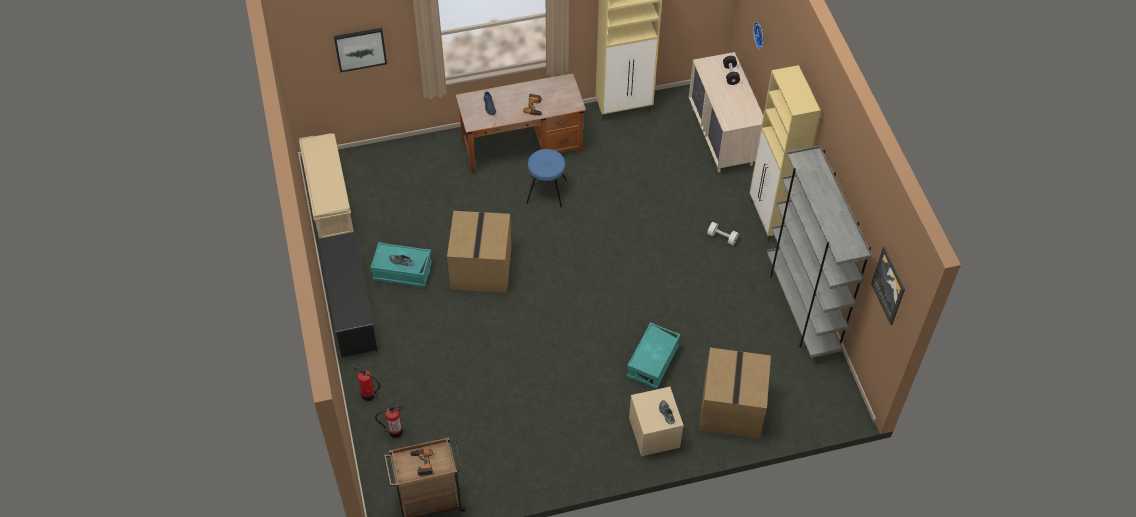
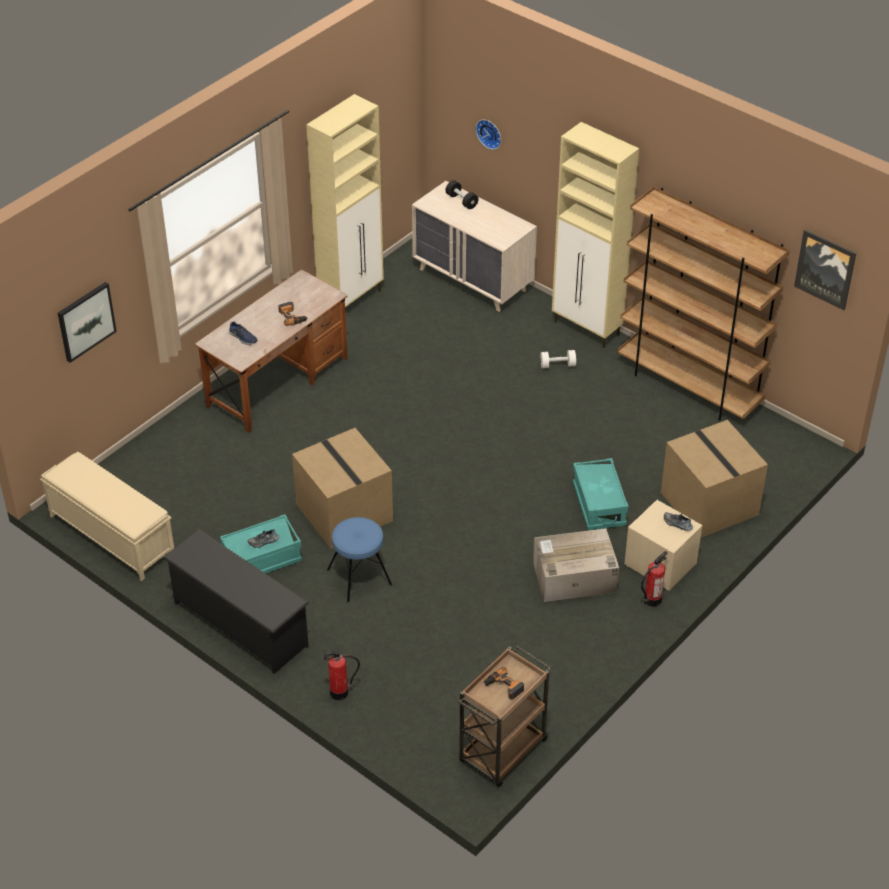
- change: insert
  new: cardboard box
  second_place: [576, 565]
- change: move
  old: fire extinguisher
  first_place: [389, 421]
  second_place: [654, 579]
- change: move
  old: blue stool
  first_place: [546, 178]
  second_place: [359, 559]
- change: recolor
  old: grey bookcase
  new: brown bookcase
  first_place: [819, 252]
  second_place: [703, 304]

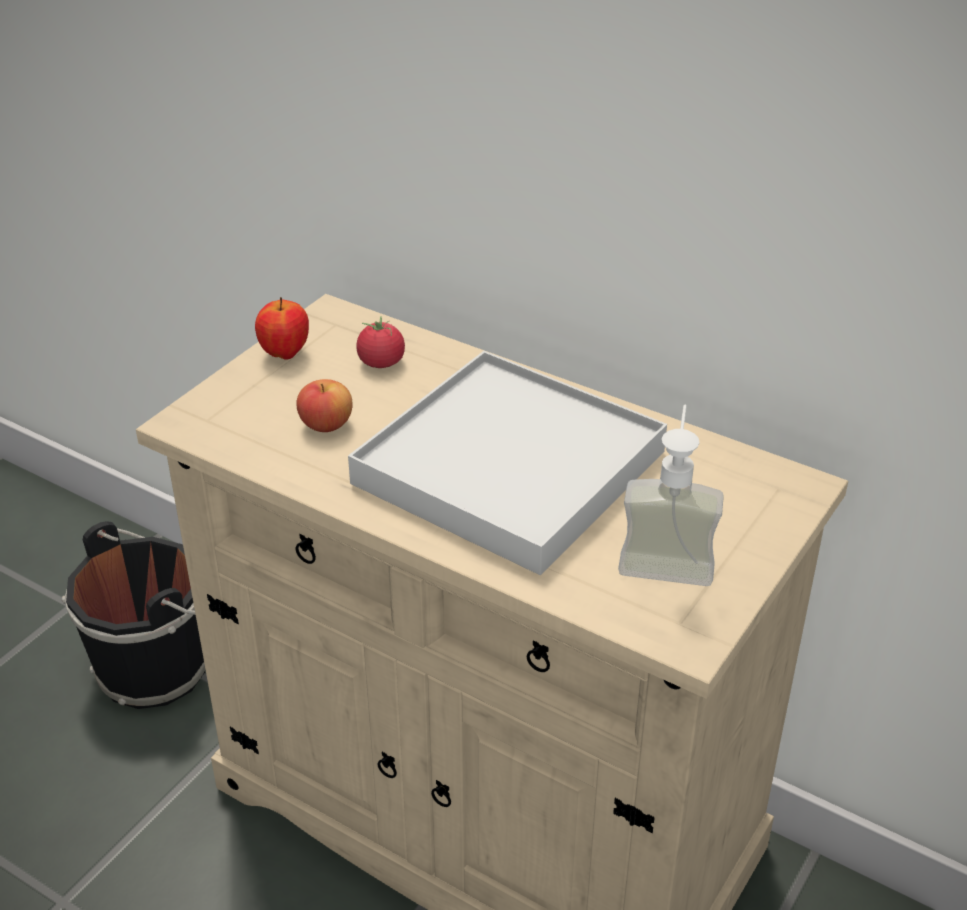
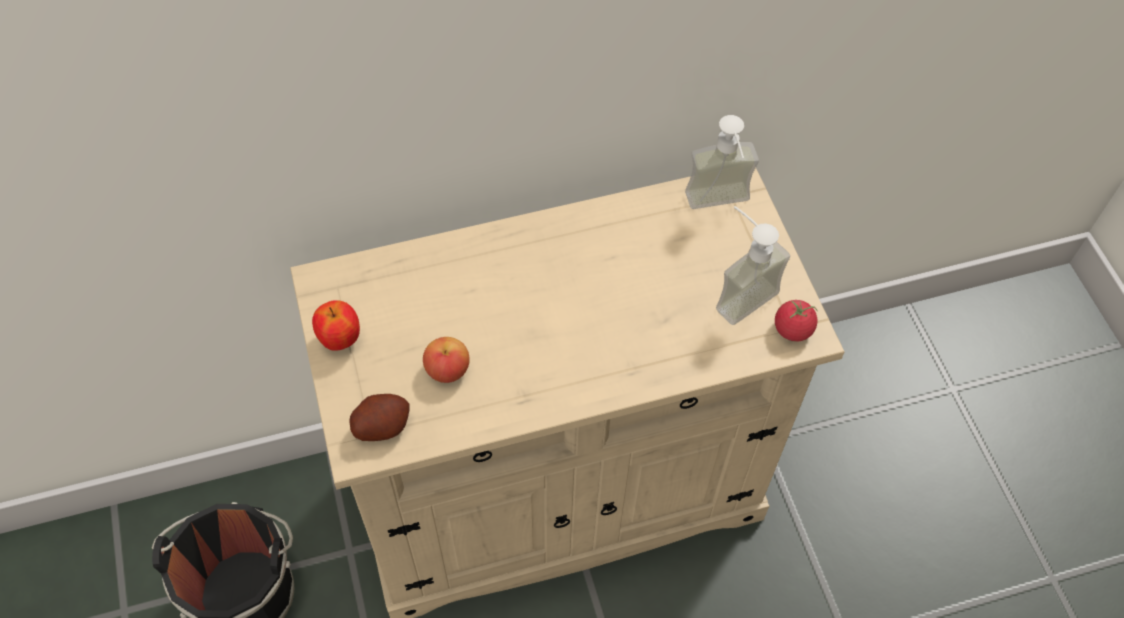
- change: delete
  old: white tray
  first_place: [507, 463]
- change: insert
  new: potato
  second_place: [379, 417]
- change: insert
  new: soap dispenser
  second_place: [722, 162]
- change: move
  old: tomato
  first_place: [380, 342]
  second_place: [796, 321]

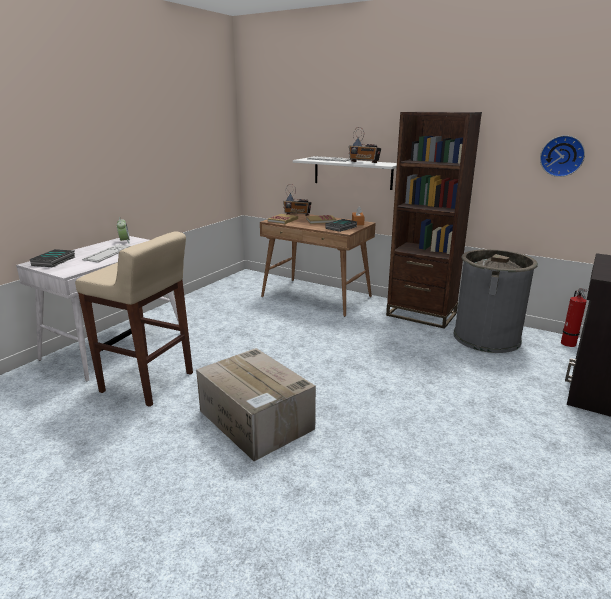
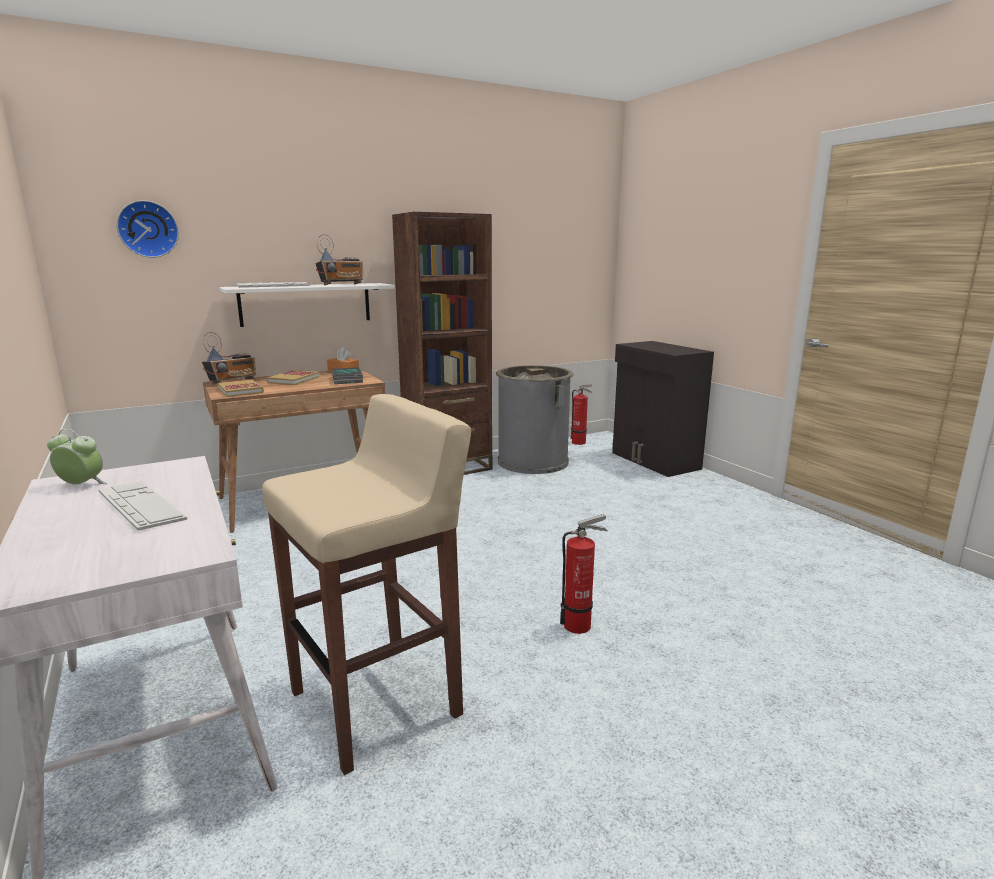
- change: delete
  old: book
  first_place: [52, 258]
- change: move
  old: wall clock
  first_place: [562, 156]
  second_place: [147, 229]
- change: replace
  old: cardboard box
  new: fire extinguisher
  first_place: [256, 404]
  second_place: [584, 574]

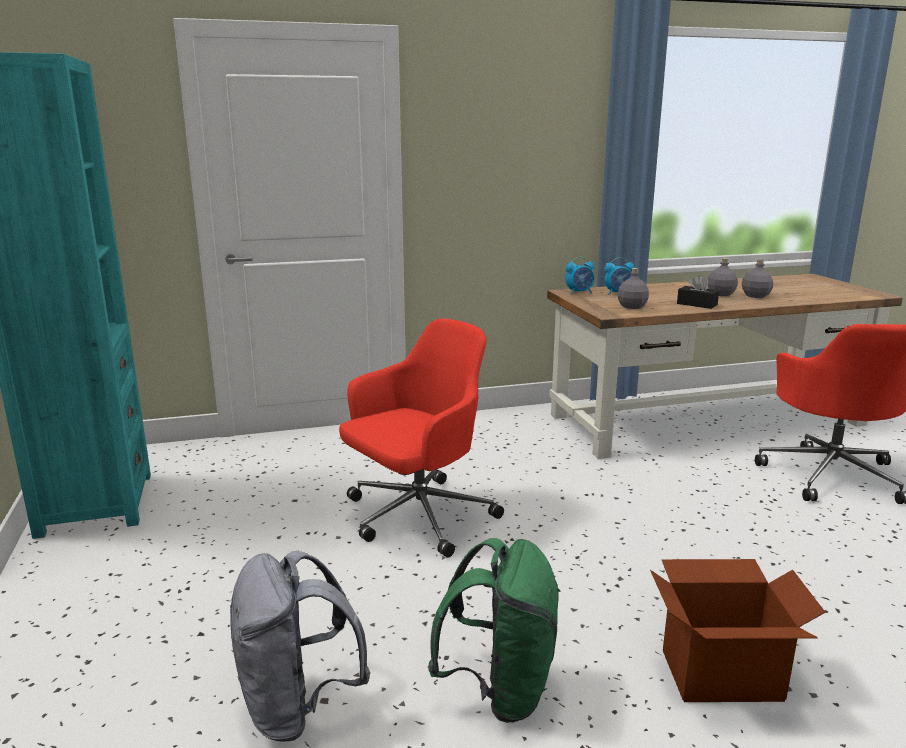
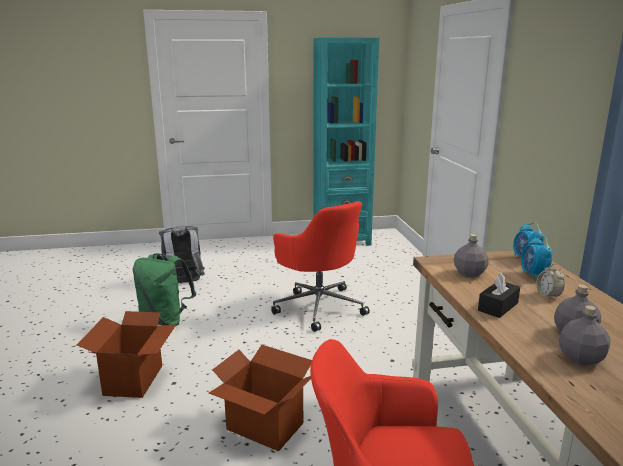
- change: insert
  new: cardboard box
  second_place: [260, 398]
- change: insert
  new: alarm clock
  second_place: [550, 281]

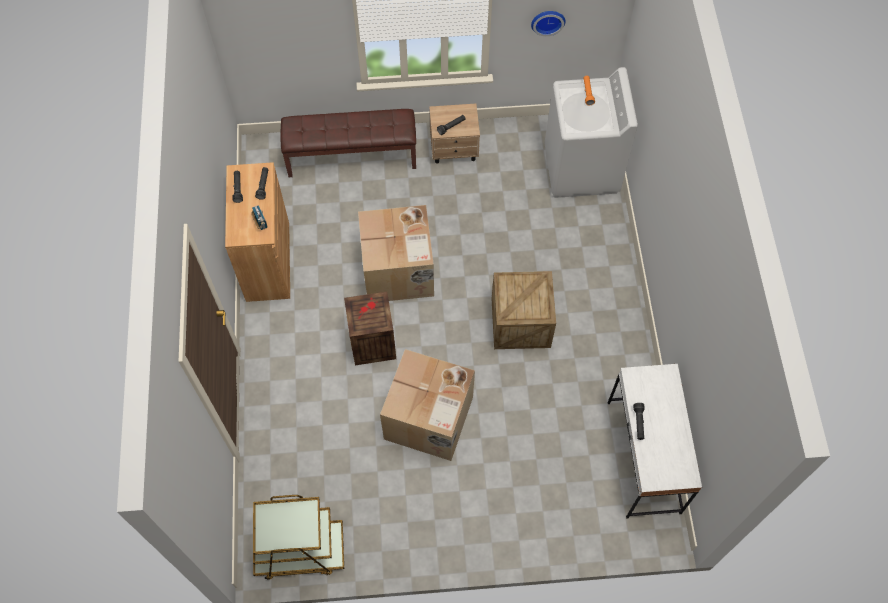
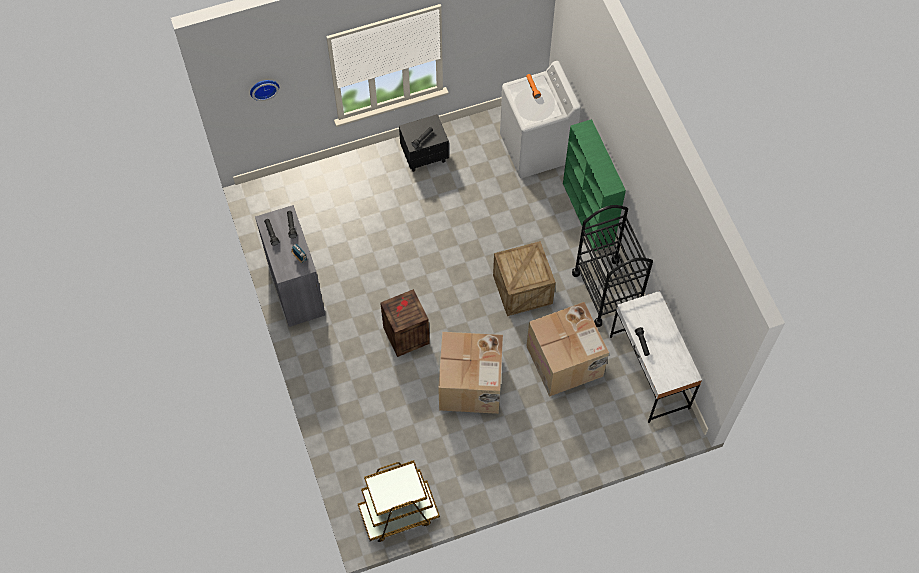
- change: delete
  old: brown bench
  first_place: [348, 143]
- change: insert
  new: green bookcase
  second_place: [594, 185]
- change: insert
  new: black cart
  second_place: [612, 266]
- change: move
  old: cardboard box
  first_place: [396, 253]
  second_place: [567, 349]
- change: move
  old: wall clock
  first_place: [548, 23]
  second_place: [264, 90]
- change: recolor
  old: brown cabinet
  new: grey cabinet
  first_place: [257, 232]
  second_place: [290, 266]
- change: recolor
  old: beige nightstand
  new: black nightstand
  first_place: [454, 134]
  second_place: [424, 143]

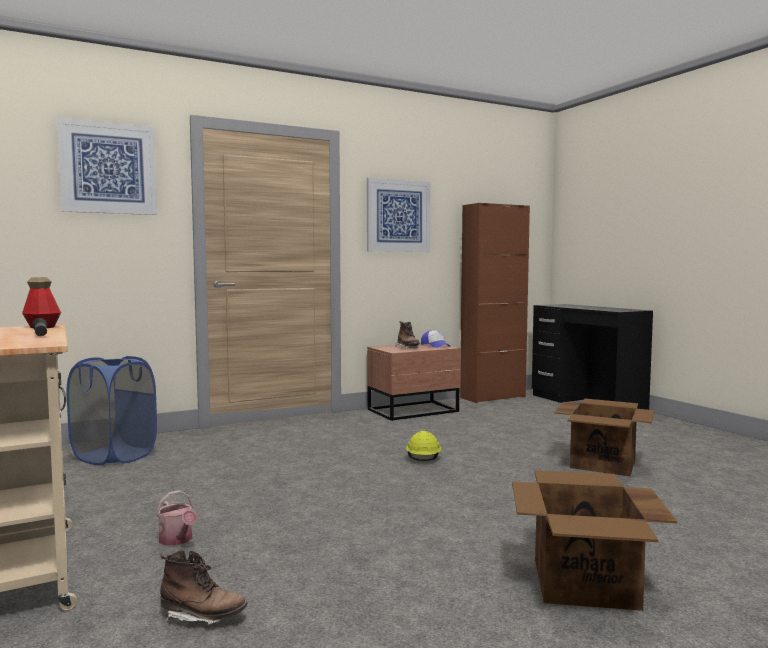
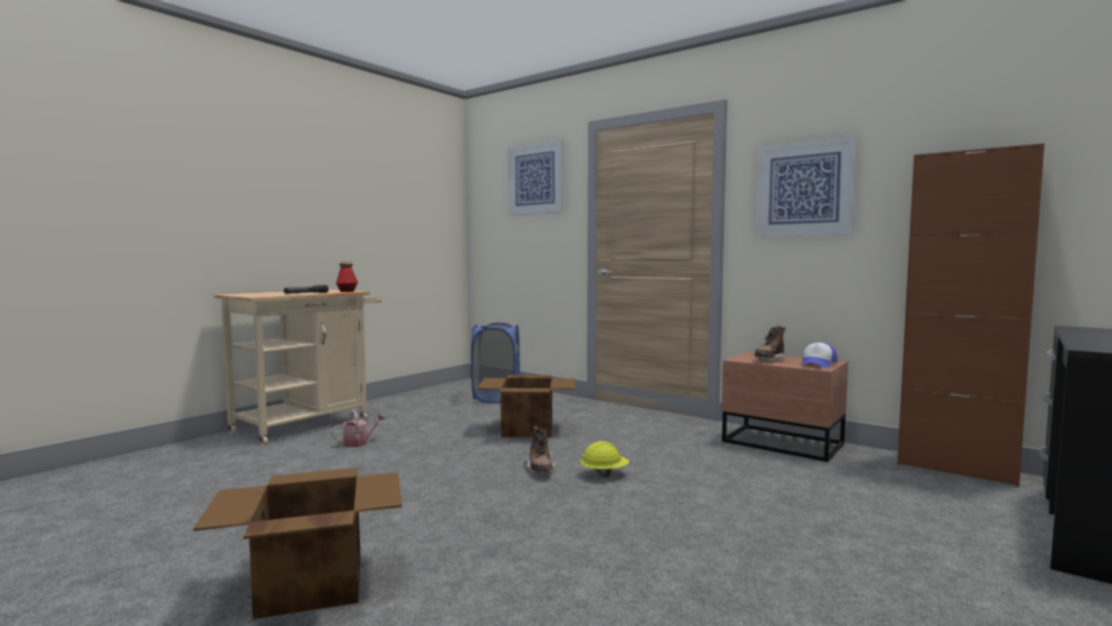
- change: move
  old: brown boot
  first_place: [204, 587]
  second_place: [540, 450]
- change: move
  old: cardboard box
  first_place: [604, 437]
  second_place: [526, 406]
- change: rotate
  old: watering can
  first_place: [177, 518]
  second_place: [358, 428]
  degrees: -150

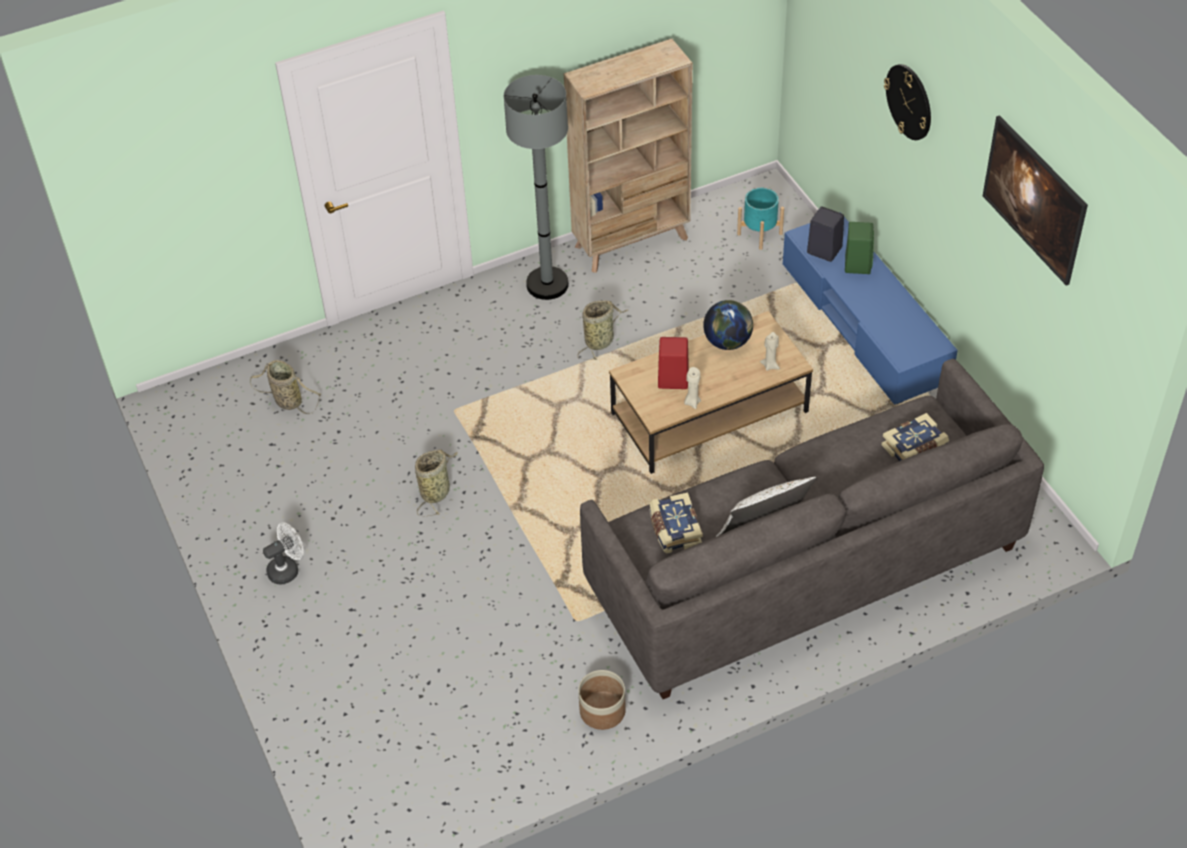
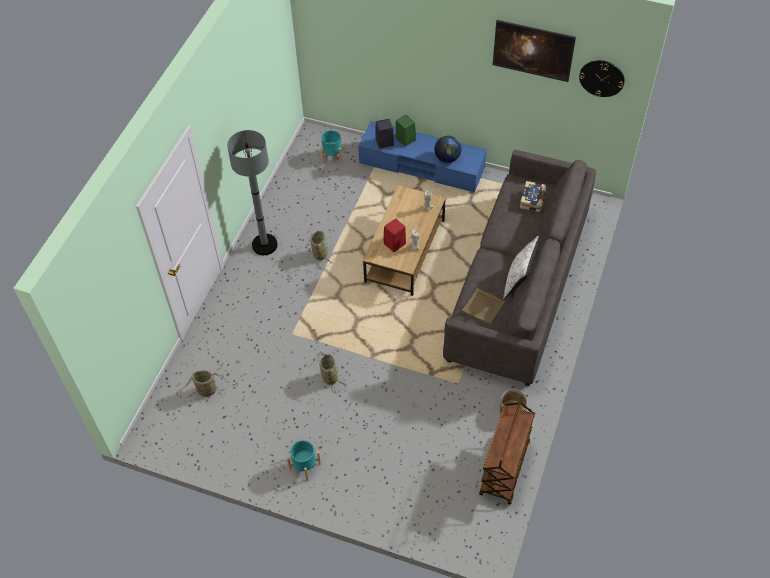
- change: delete
  old: beige bookcase
  first_place: [628, 155]
- change: insert
  new: brown cart
  second_place: [507, 451]
- change: move
  old: globe
  first_place: [728, 325]
  second_place: [448, 149]
- change: move
  old: wall clock
  first_place: [907, 102]
  second_place: [602, 78]
- change: replace
  old: white fan
  new: turquoise planter
  first_place: [283, 553]
  second_place: [304, 460]
- change: replace
  old: book
  new: beige tray
  first_place: [676, 523]
  second_place: [484, 306]

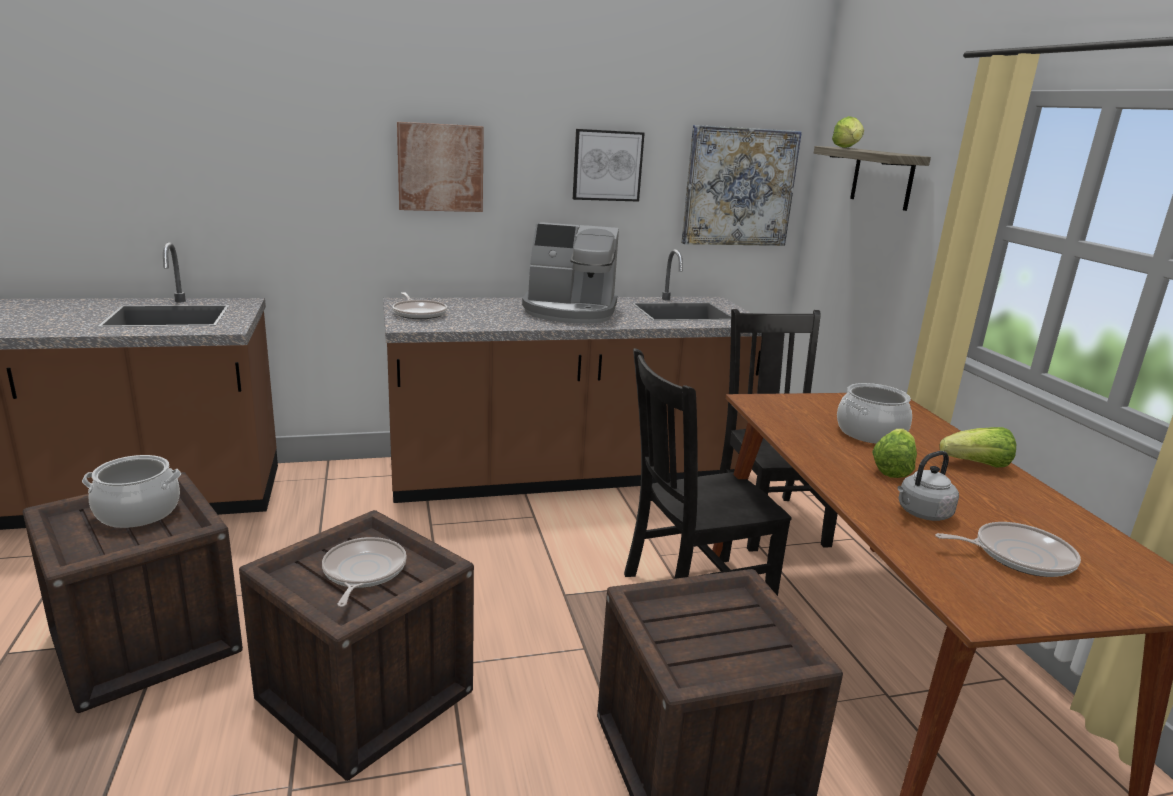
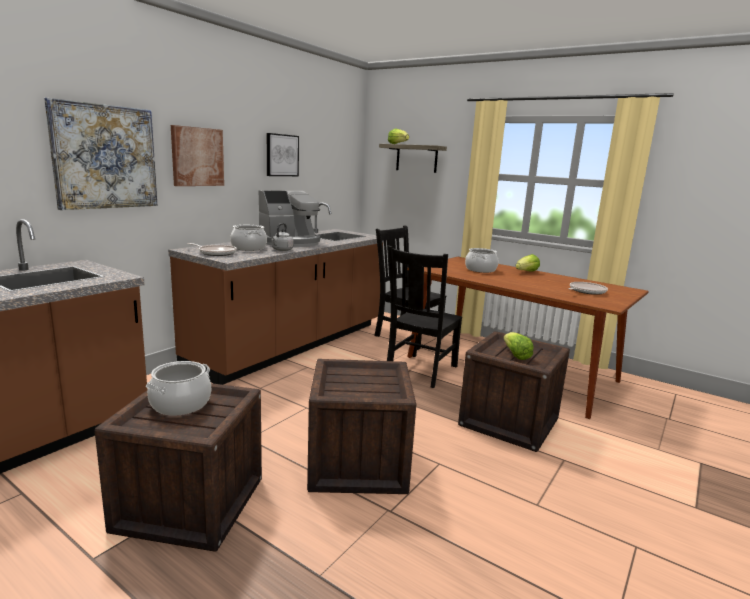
- change: delete
  old: frying pan
  first_place: [364, 572]
- change: insert
  new: cooking pot
  second_place: [248, 238]
- change: move
  old: picture
  first_place: [741, 185]
  second_place: [100, 154]
- change: move
  old: lettuce
  first_place: [894, 453]
  second_place: [519, 346]
- change: move
  old: grey kettle
  first_place: [928, 486]
  second_place: [282, 237]

